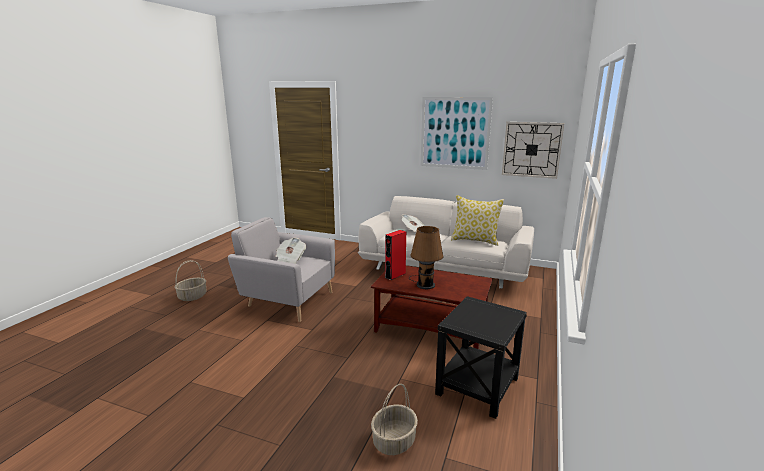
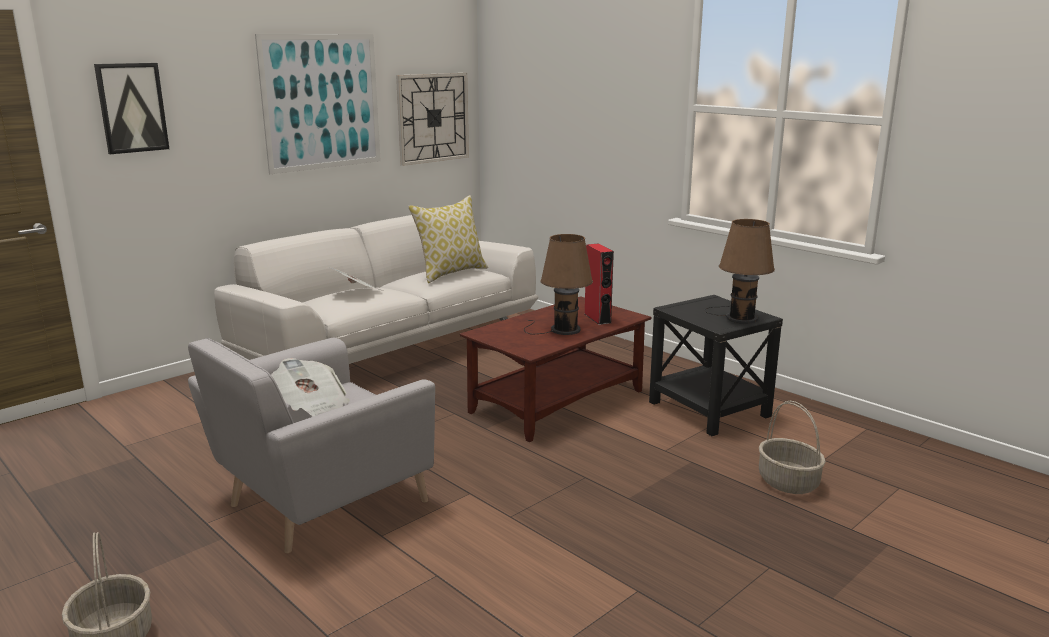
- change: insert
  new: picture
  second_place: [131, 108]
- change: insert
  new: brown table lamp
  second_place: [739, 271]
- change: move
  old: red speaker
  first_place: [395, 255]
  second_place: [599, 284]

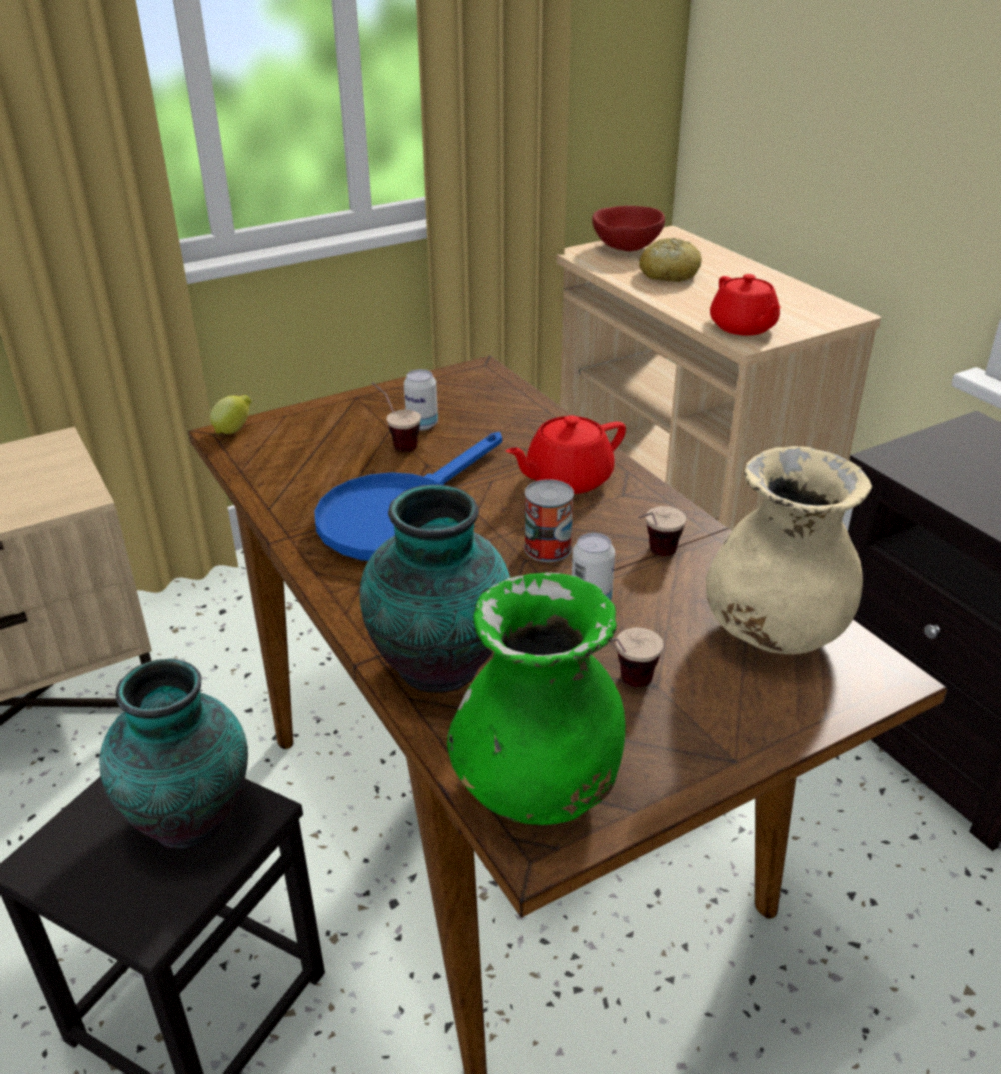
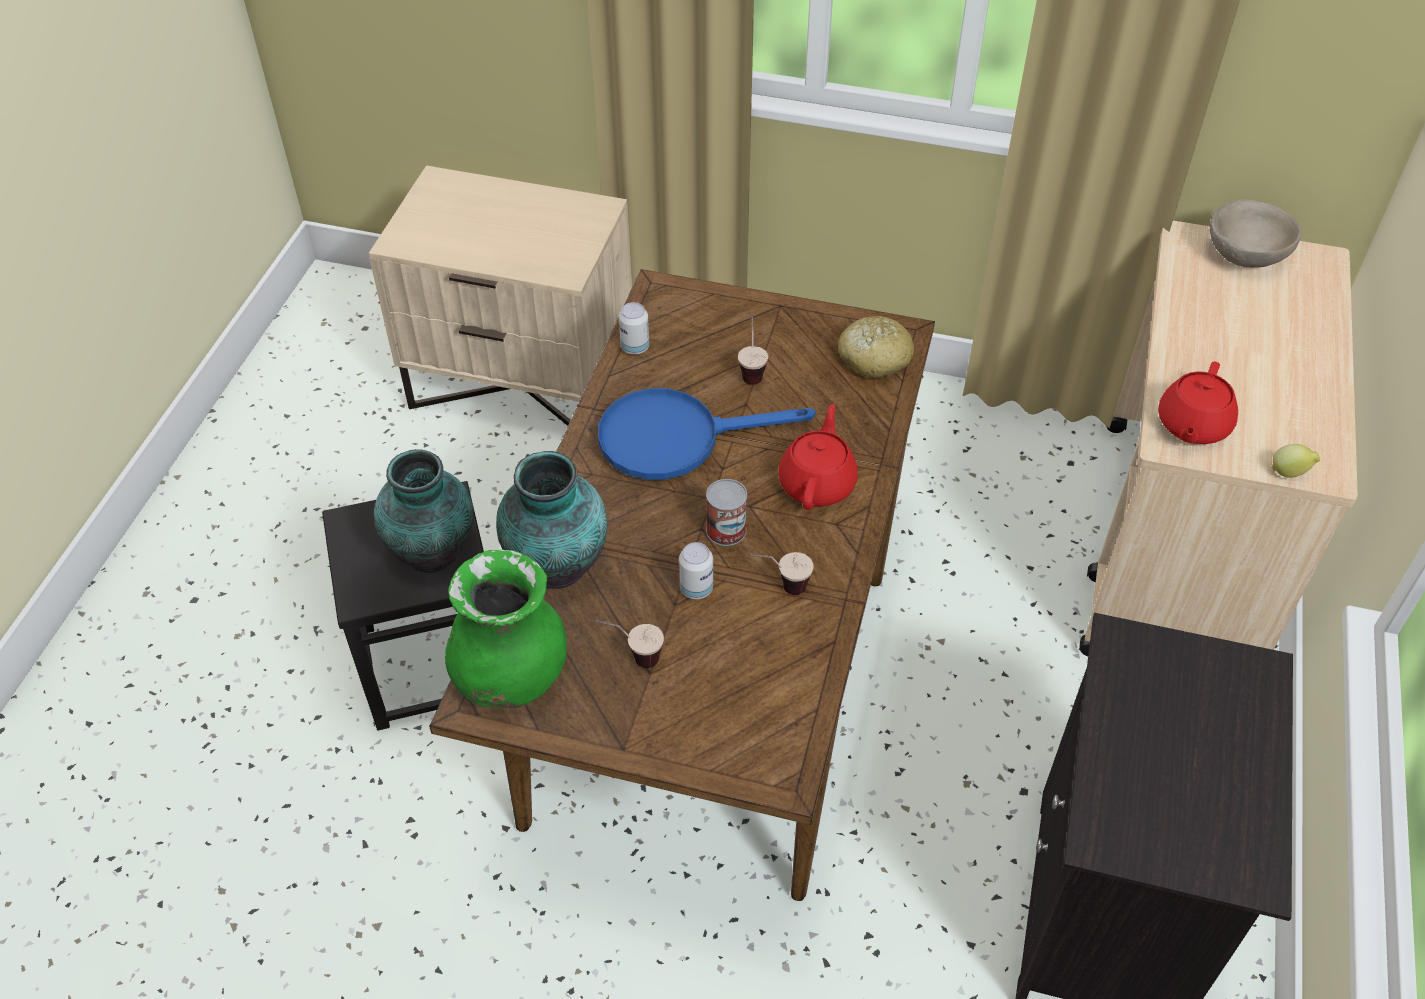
- change: delete
  old: beige vase
  first_place: [789, 550]
- change: move
  old: lemon
  first_place: [230, 414]
  second_place: [1295, 461]
- change: move
  old: can
  first_place: [421, 399]
  second_place: [634, 328]
- change: move
  old: bread
  first_place: [670, 260]
  second_place: [876, 347]
- change: recolor
  old: red bowl
  new: beige bowl
  first_place: [628, 228]
  second_place: [1255, 233]
- change: rotate
  old: red teapot
  first_place: [566, 454]
  second_place: [818, 457]
  degrees: 90

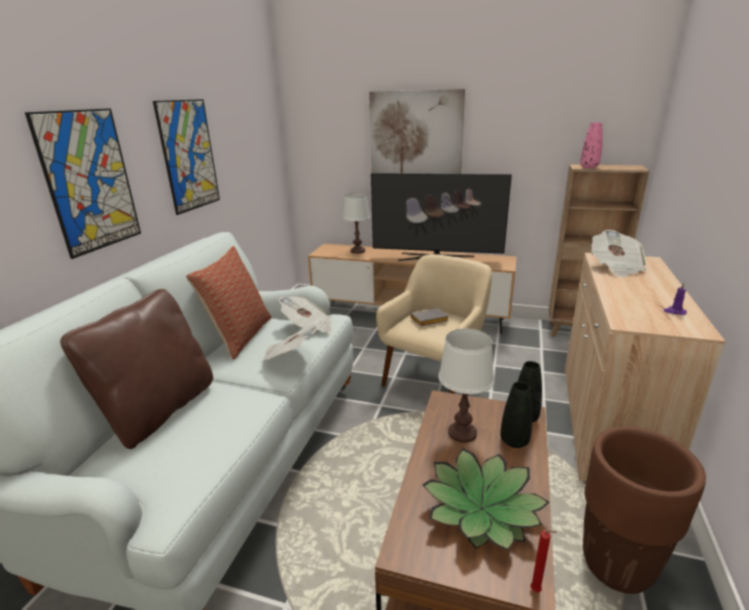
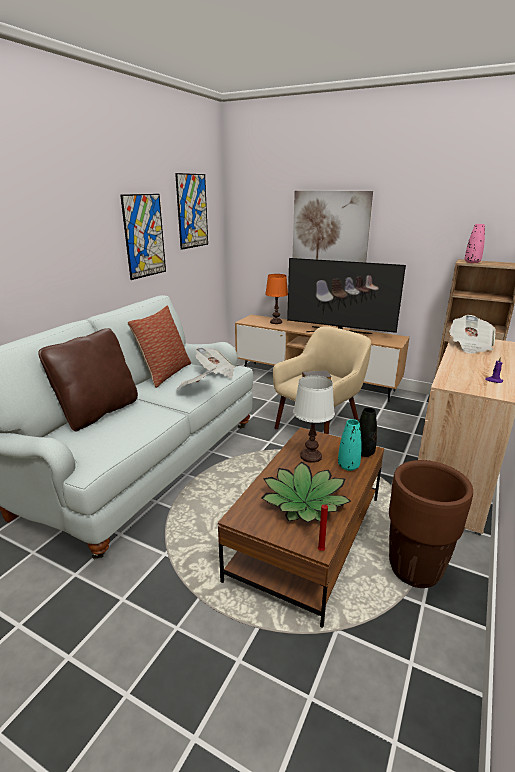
- change: move
  old: picture
  first_place: [83, 183]
  second_place: [191, 211]
- change: recolor
  old: white table lamp
  new: orange table lamp
  first_place: [356, 223]
  second_place: [276, 299]
- change: recolor
  old: black vase
  new: turquoise vase
  first_place: [516, 415]
  second_place: [350, 445]

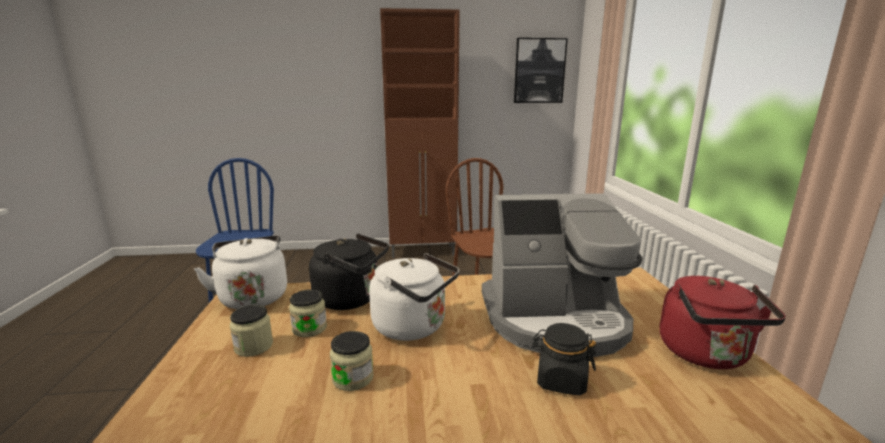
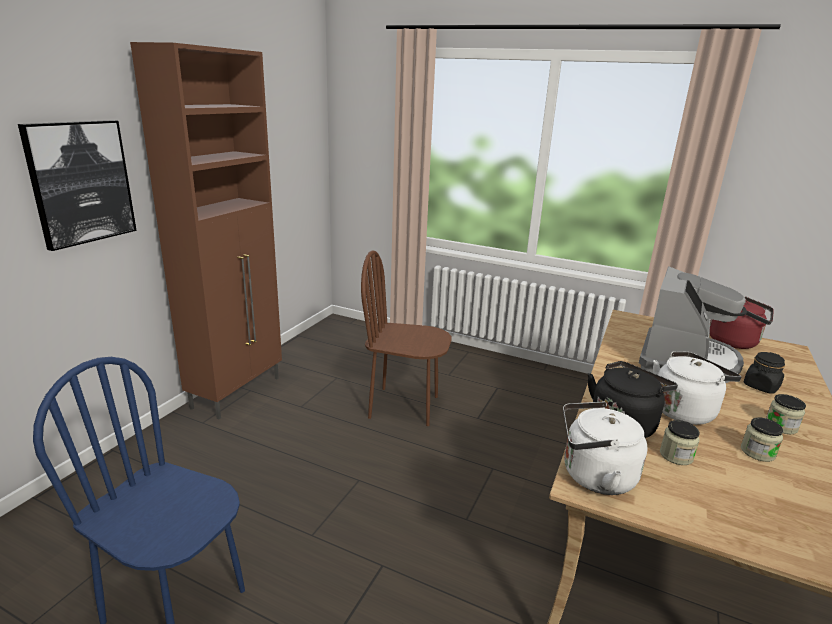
- change: move
  old: jar
  first_place: [251, 330]
  second_place: [786, 414]
- change: move
  old: picture
  first_place: [541, 70]
  second_place: [77, 185]

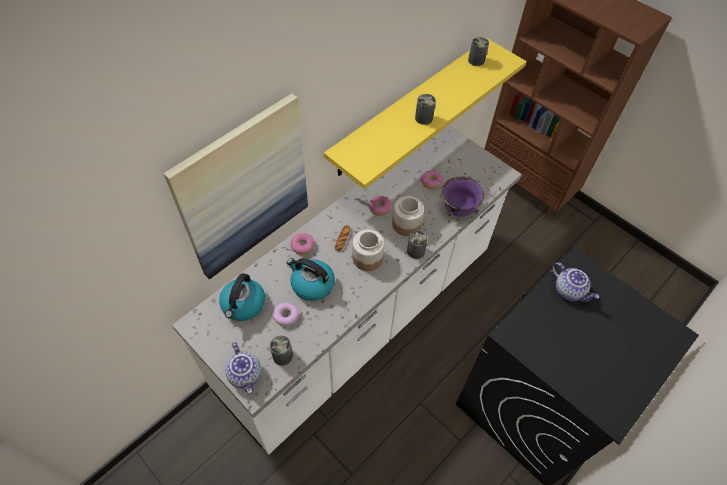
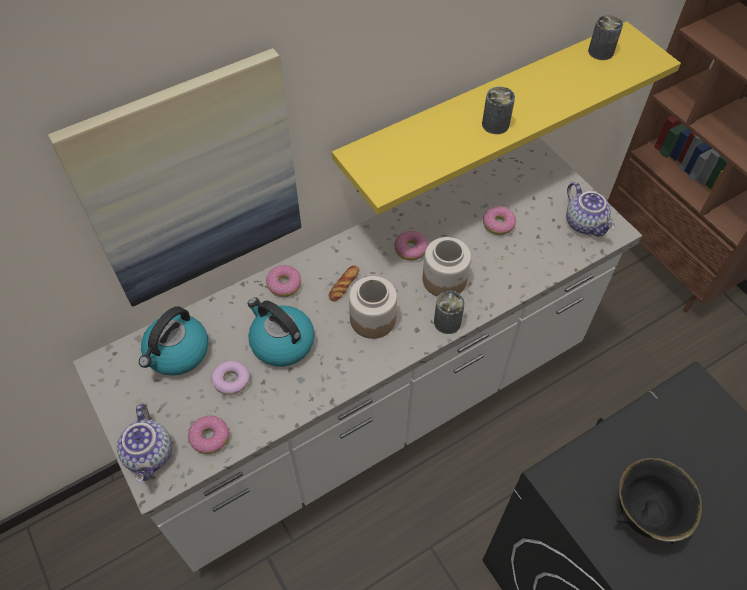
- change: delete
  old: purple bowl
  first_place: [462, 196]
- change: insert
  new: black bowl
  second_place: [659, 501]
- change: move
  old: teapot
  first_place: [575, 282]
  second_place: [590, 209]
- change: replace
  old: can
  new: donut
  first_place: [281, 350]
  second_place: [208, 434]

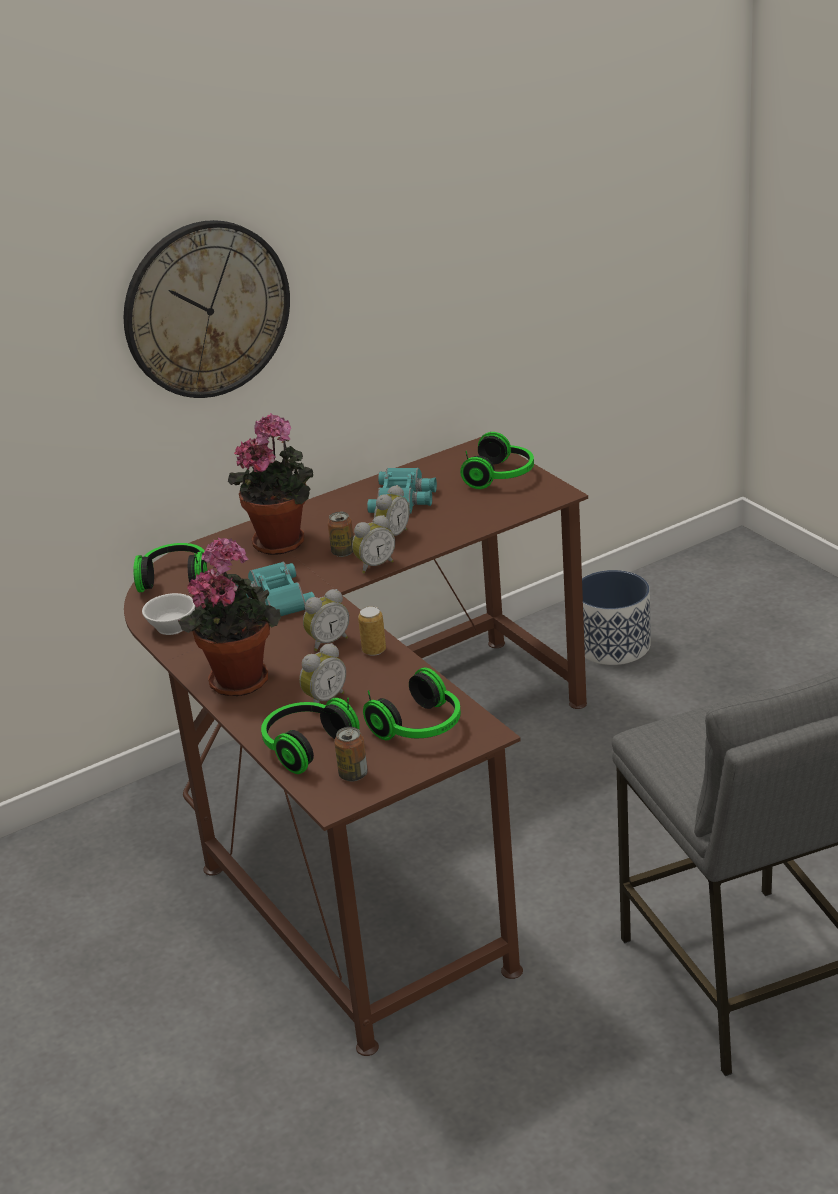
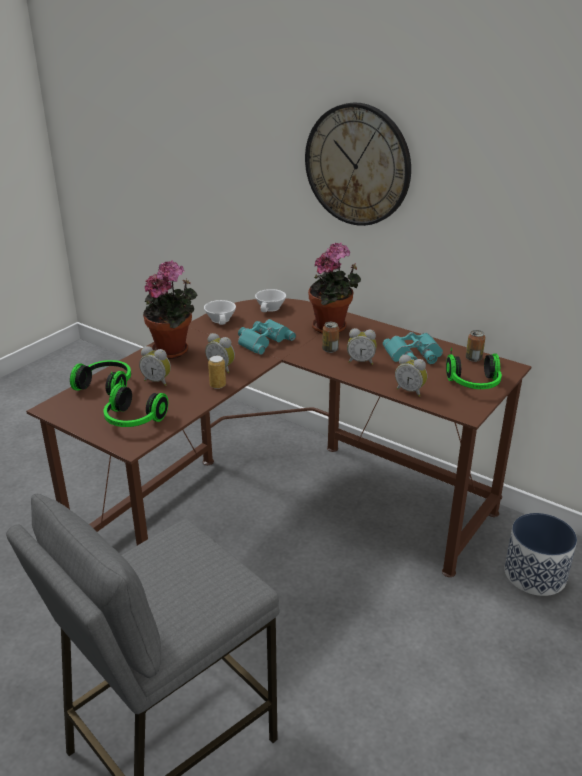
- change: move
  old: can
  first_place: [351, 754]
  second_place: [475, 346]
- change: move
  old: alarm clock
  first_place: [373, 544]
  second_place: [411, 376]
- change: replace
  old: headphones
  new: white cup
  first_place: [170, 567]
  second_place: [270, 300]

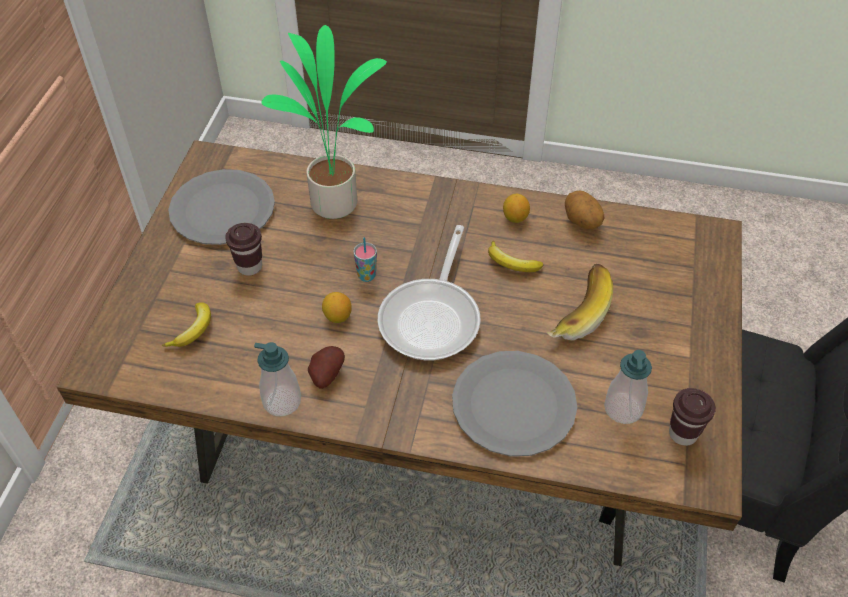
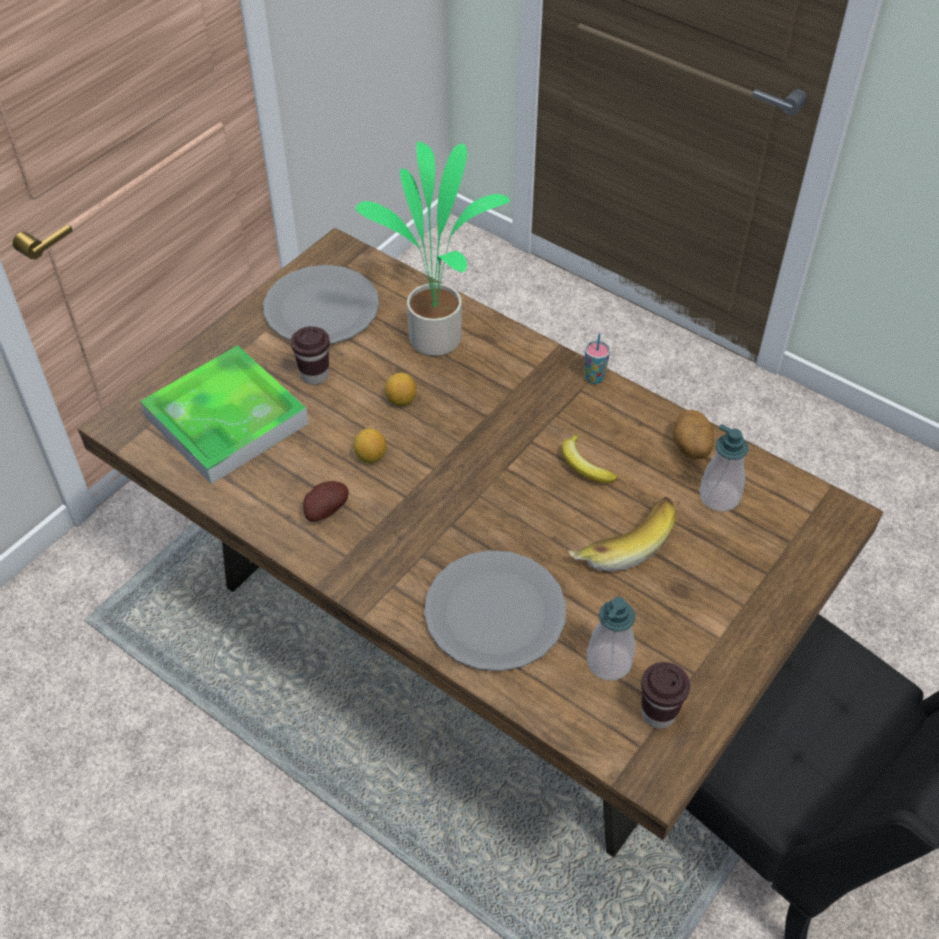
- change: delete
  old: frying pan
  first_place: [429, 292]
- change: move
  old: soap dispenser
  first_place: [277, 379]
  second_place: [724, 467]
- change: move
  old: cup
  first_place: [365, 259]
  second_place: [597, 358]
- change: move
  old: lemon
  first_place: [516, 208]
  second_place: [400, 389]
- change: replace
  old: banana
  new: tray
  first_place: [186, 324]
  second_place: [224, 414]

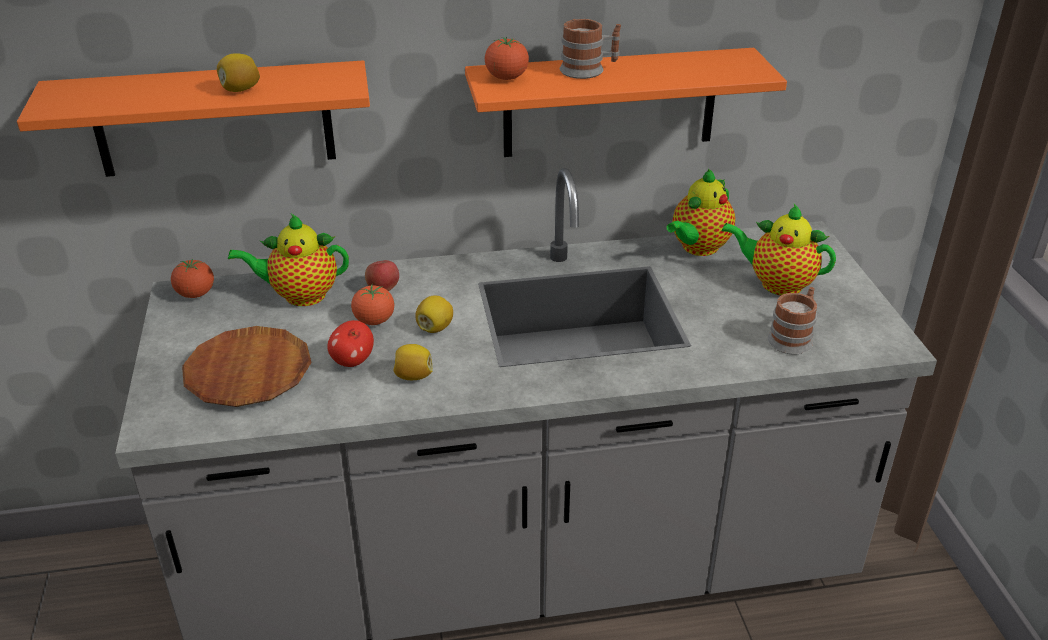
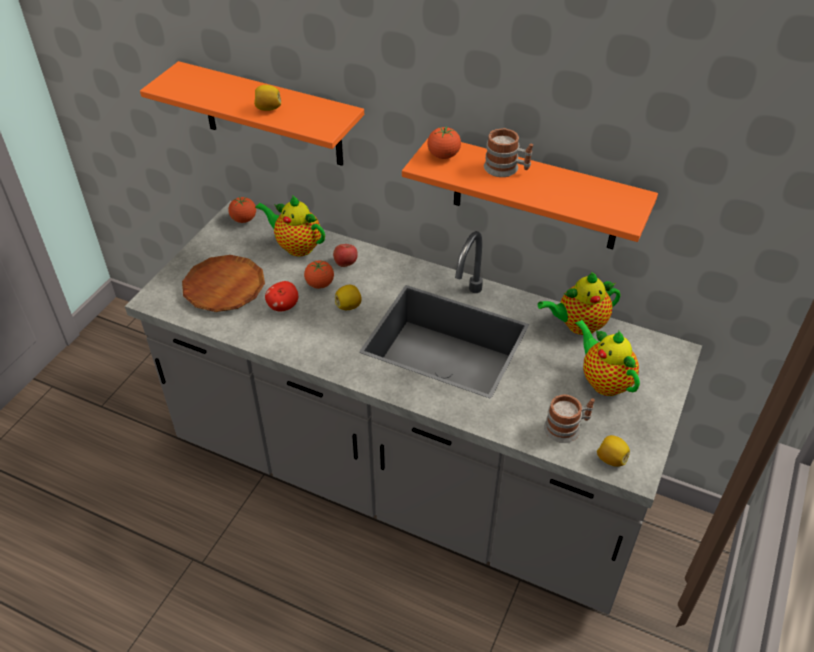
- change: move
  old: lemon
  first_place: [412, 362]
  second_place: [613, 451]

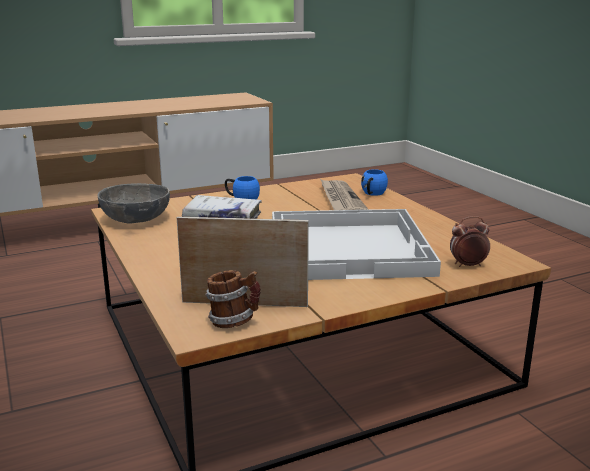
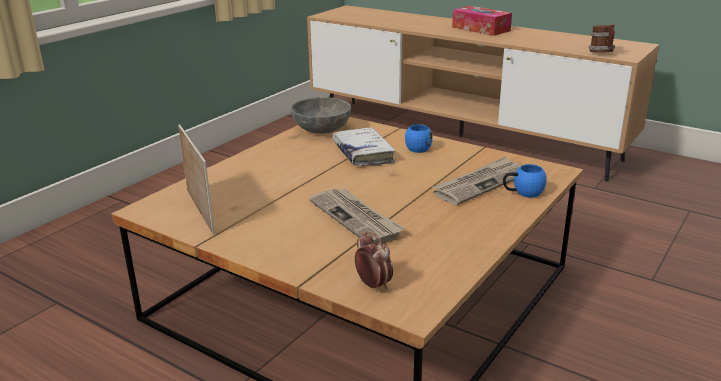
- change: insert
  new: tissue box
  second_place: [482, 21]
- change: move
  old: mug
  first_place: [232, 299]
  second_place: [601, 38]
- change: replace
  old: white tray
  new: newspaper
  first_place: [356, 244]
  second_place: [356, 216]

